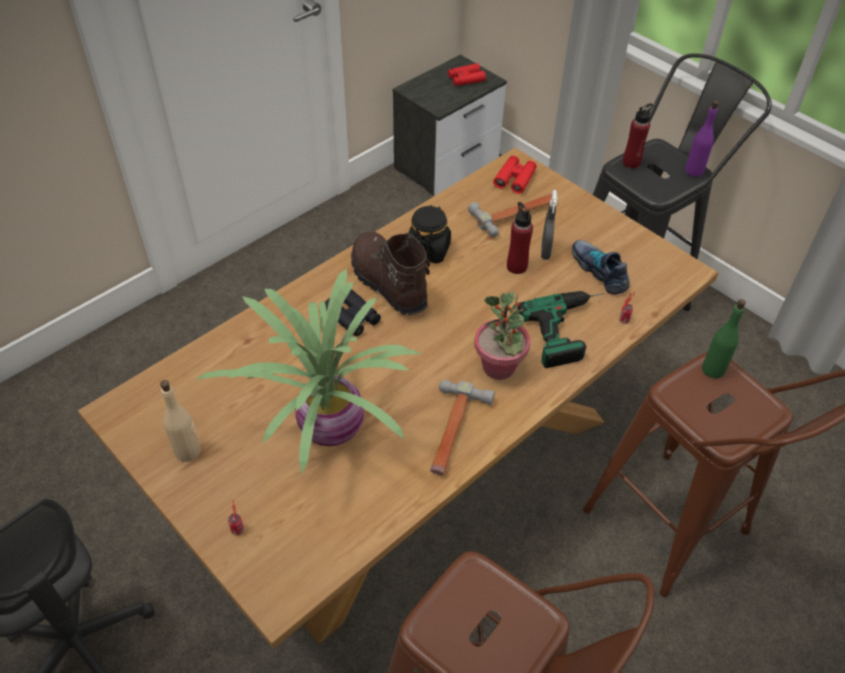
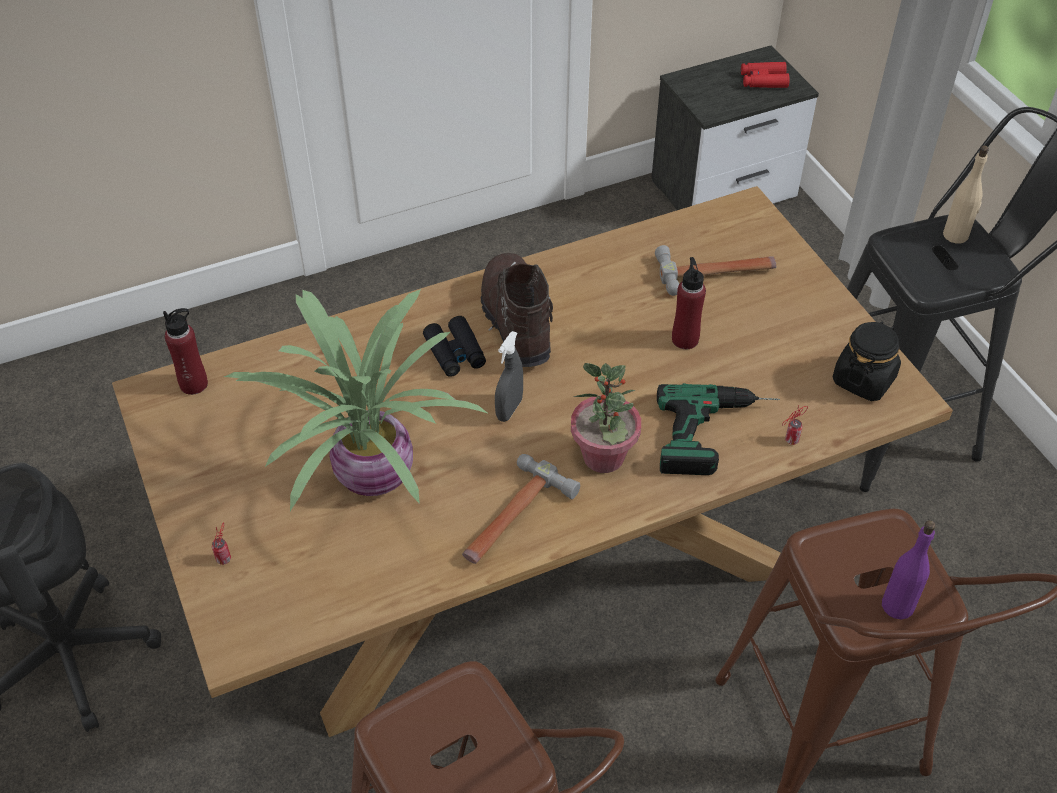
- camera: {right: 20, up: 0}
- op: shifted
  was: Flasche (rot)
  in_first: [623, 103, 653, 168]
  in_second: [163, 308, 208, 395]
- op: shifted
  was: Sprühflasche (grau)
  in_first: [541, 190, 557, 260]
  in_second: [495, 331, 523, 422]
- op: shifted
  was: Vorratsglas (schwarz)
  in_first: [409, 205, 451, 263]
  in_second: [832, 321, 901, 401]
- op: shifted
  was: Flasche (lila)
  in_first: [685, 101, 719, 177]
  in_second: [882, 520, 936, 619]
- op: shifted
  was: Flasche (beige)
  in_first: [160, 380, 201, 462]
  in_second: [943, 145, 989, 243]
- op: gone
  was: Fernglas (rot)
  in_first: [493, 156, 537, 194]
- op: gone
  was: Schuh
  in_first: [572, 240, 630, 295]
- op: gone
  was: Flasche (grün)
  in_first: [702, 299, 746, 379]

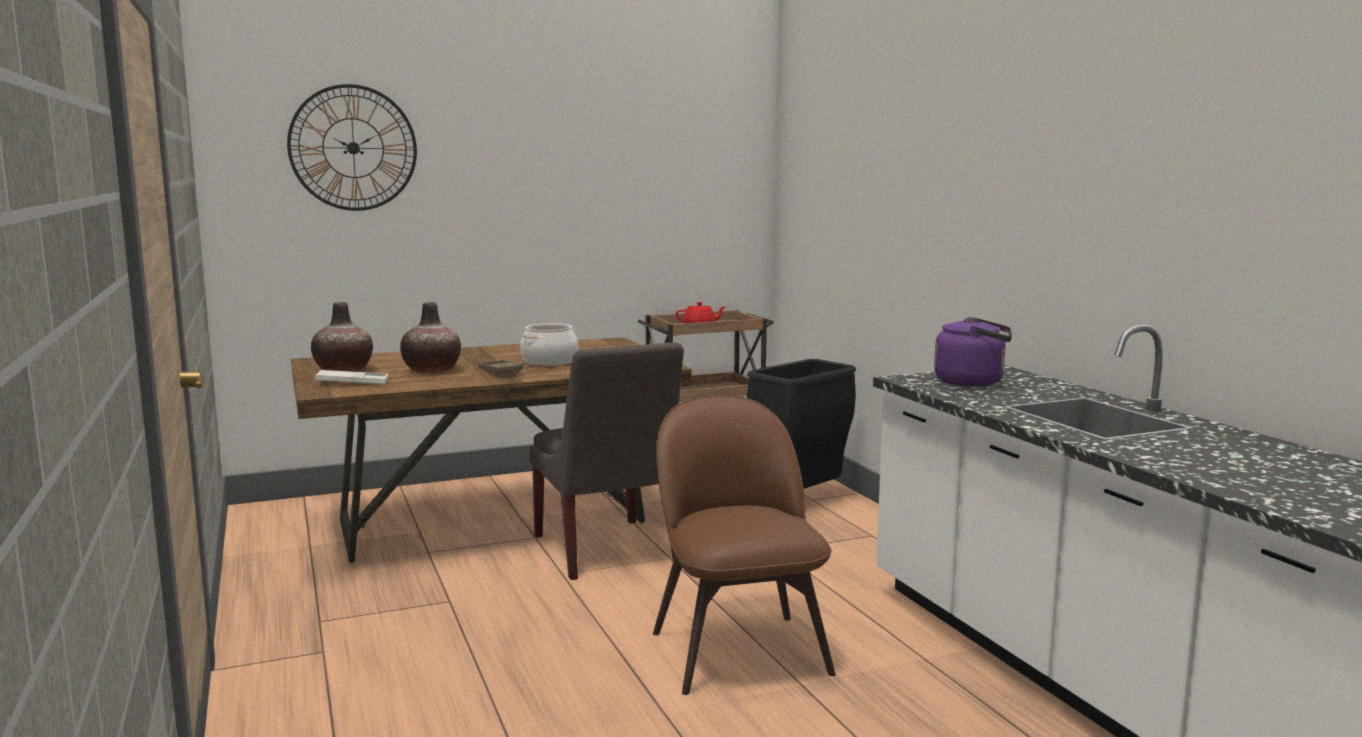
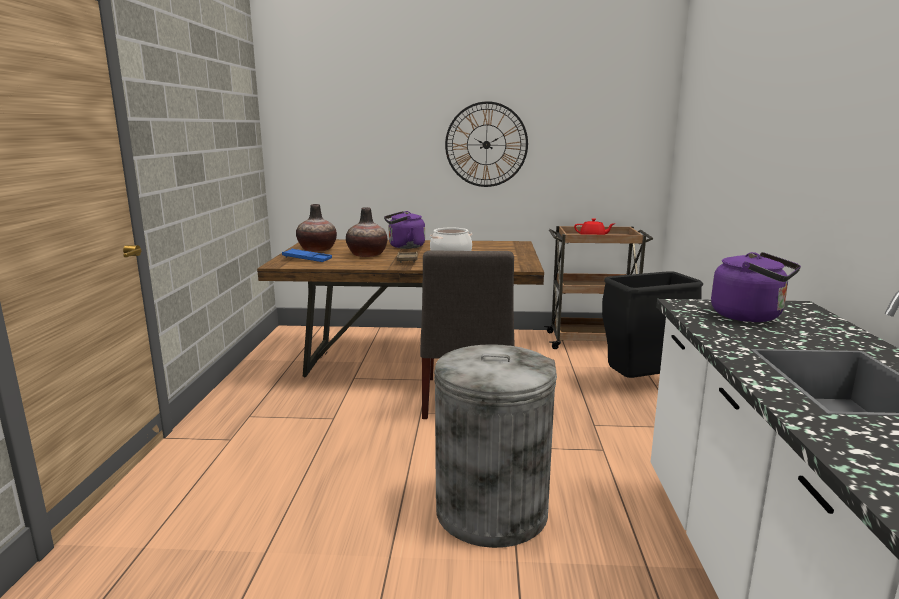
- camera: {right: 25, up: 5}
- op: repainted
  was: Tablett (weiß)
  now: Tablett (blau)
  in_first: [315, 370, 388, 384]
  in_second: [282, 249, 332, 262]
- op: new
  now: Wasserkessel (lila)
  in_second: [384, 211, 425, 249]
- op: swapped
  was: Stuhl (braun)
  now: Mülleimer (grau)
  in_first: [653, 395, 836, 695]
  in_second: [434, 344, 557, 548]
- op: shifted
  was: Wanduhr
  in_first: [287, 84, 417, 211]
  in_second: [445, 101, 528, 187]

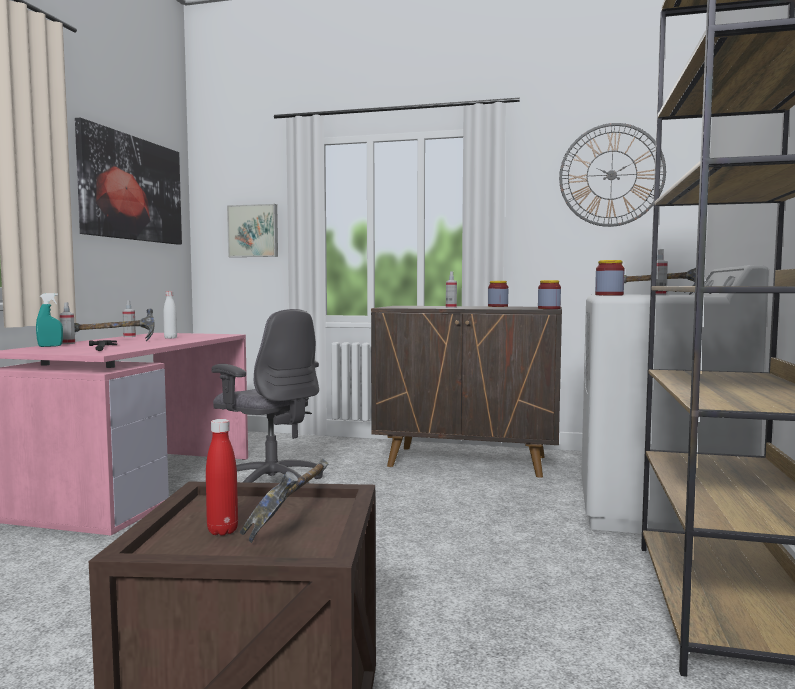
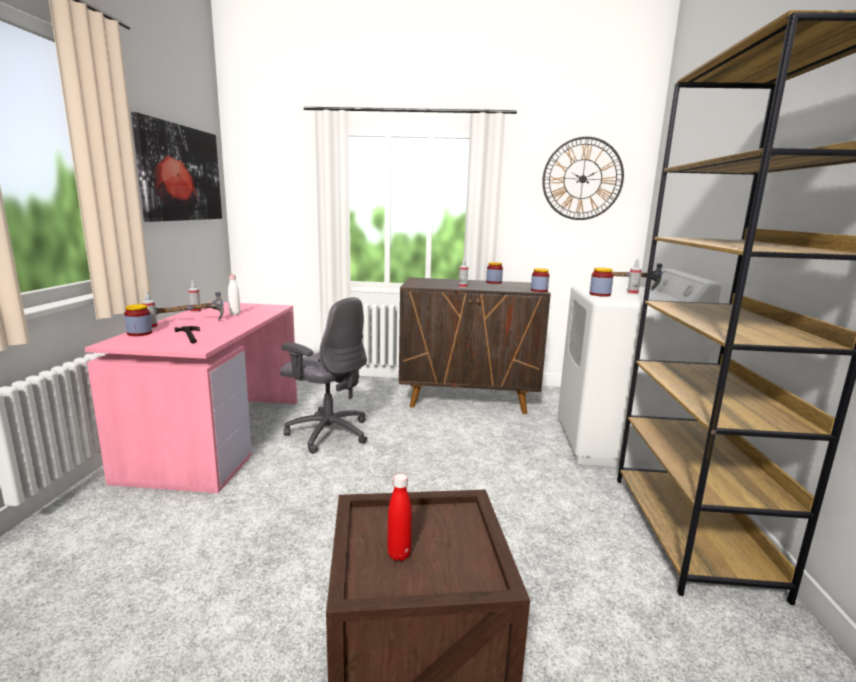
- camera: {right: -10, up: 10}
- op: swapped
  was: Sprühflasche (türkis)
  now: Vorratsglas
  in_first: [36, 293, 63, 347]
  in_second: [124, 304, 152, 336]
- op: gone
  was: Bild
  in_first: [227, 204, 278, 257]
- op: gone
  was: Hammer
  in_first: [240, 459, 328, 543]

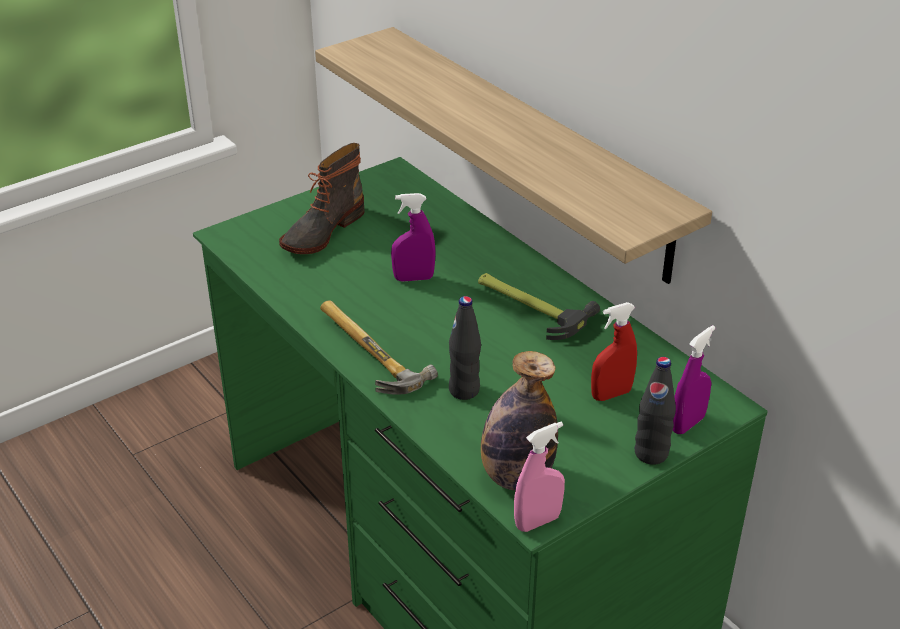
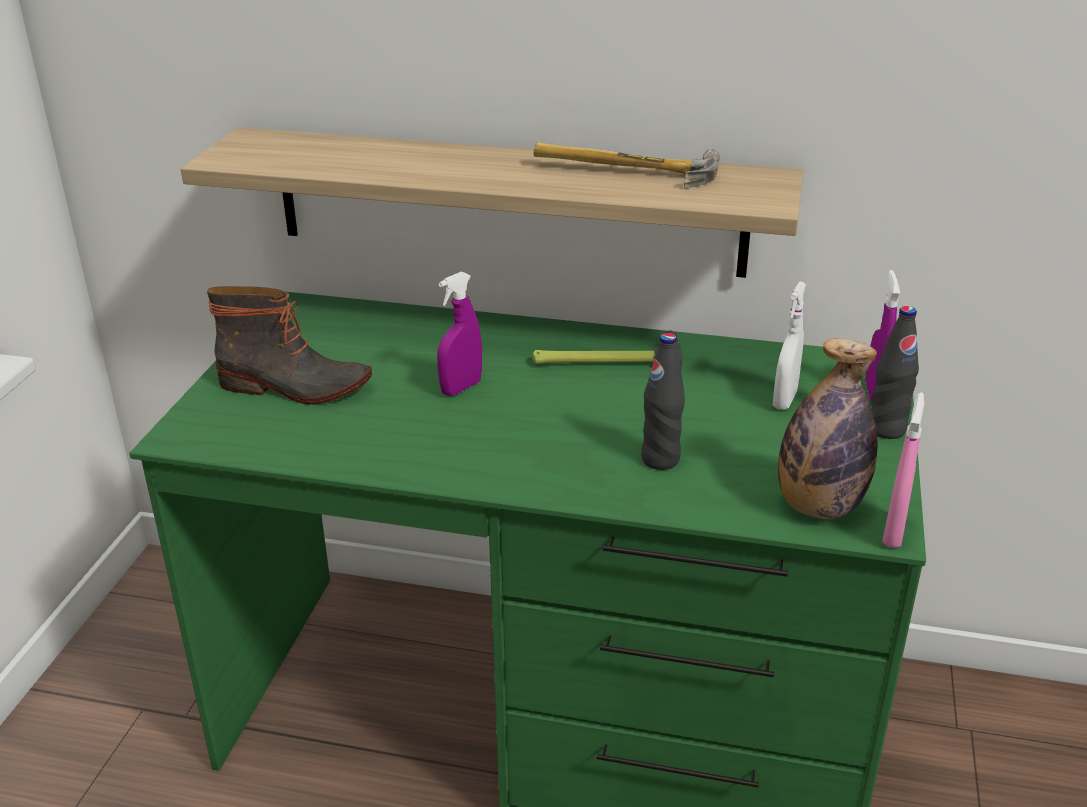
- camera: {right: -40, up: -5}
- op: rotated
  was: Stiefel
  in_first: [279, 143, 365, 254]
  in_second: [207, 286, 372, 405]
  clockwise: -75
- op: shifted
  was: Hammer
  in_first: [320, 300, 438, 395]
  in_second: [534, 142, 720, 189]
- op: repainted
  was: Sprühflasche (rot)
  now: Sprühflasche (weiß)
  in_first: [591, 302, 637, 401]
  in_second: [773, 281, 806, 410]

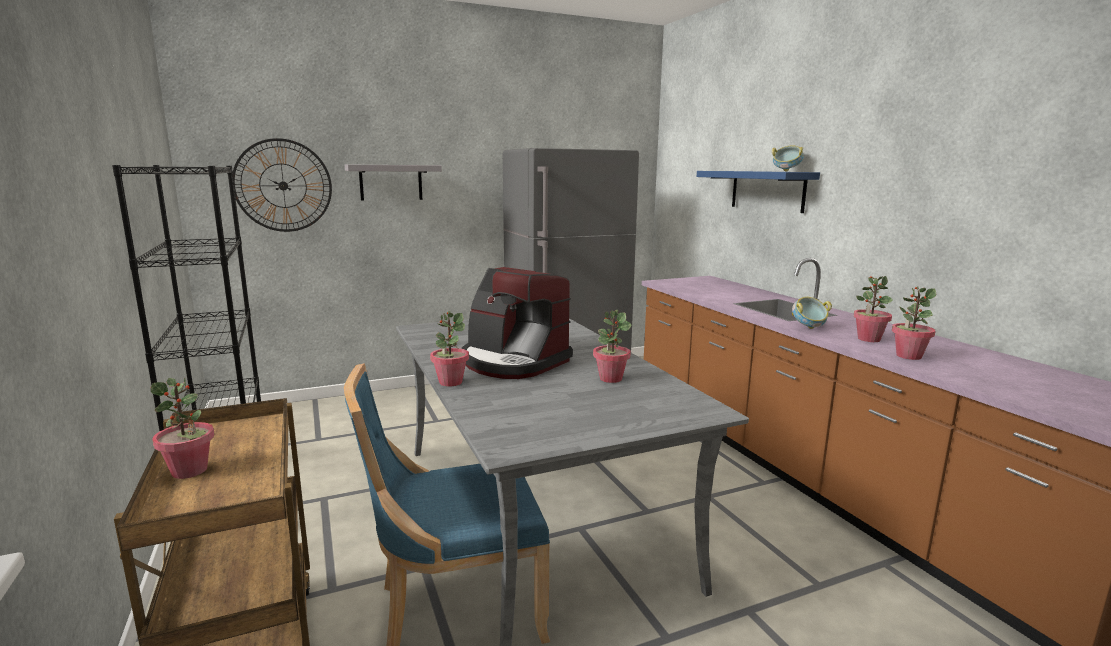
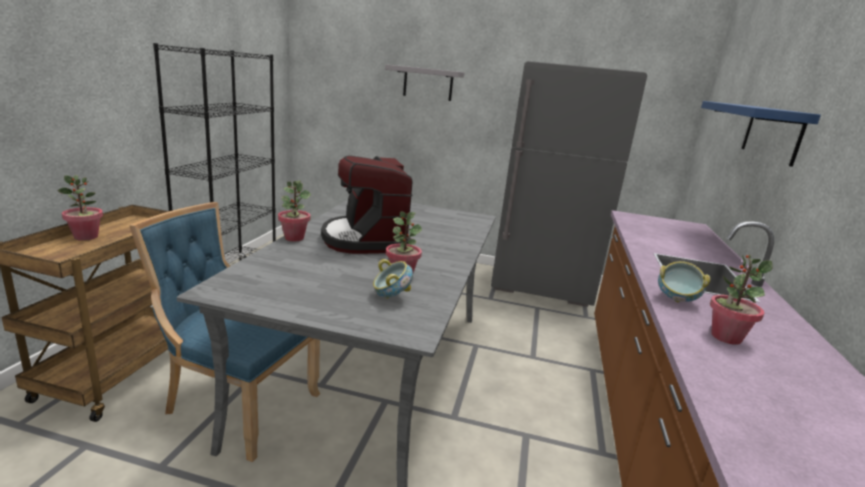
- camera: {right: 35, up: 5}
- op: shifted
  was: Schüssel
  in_first: [772, 145, 804, 172]
  in_second: [373, 259, 413, 299]
- op: gone
  was: Wanduhr
  in_first: [233, 138, 332, 232]
- op: gone
  was: Topfpflanze
  in_first: [892, 286, 936, 360]

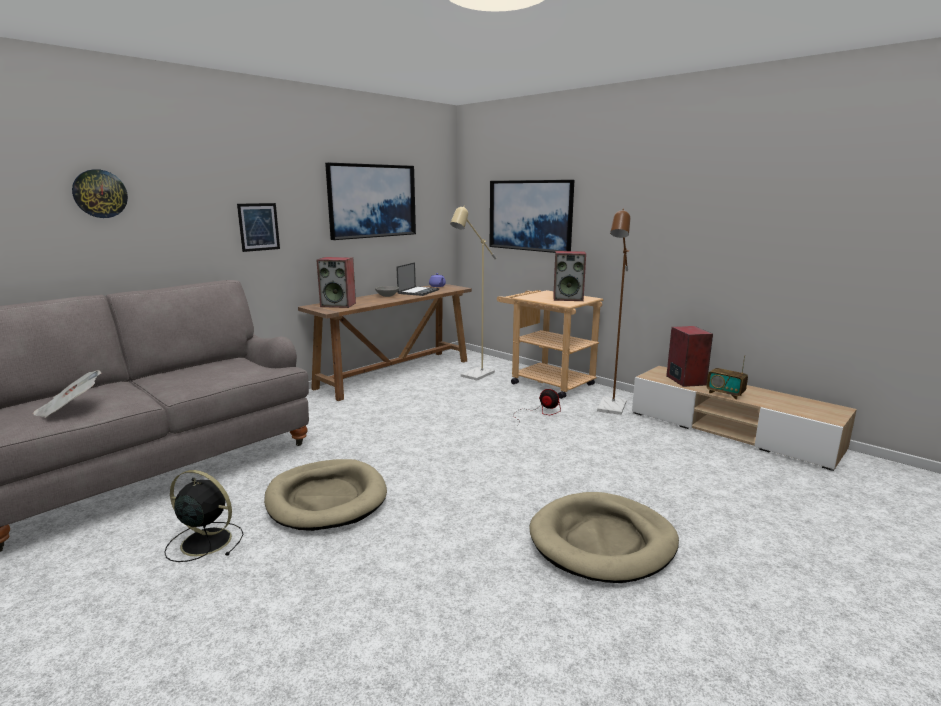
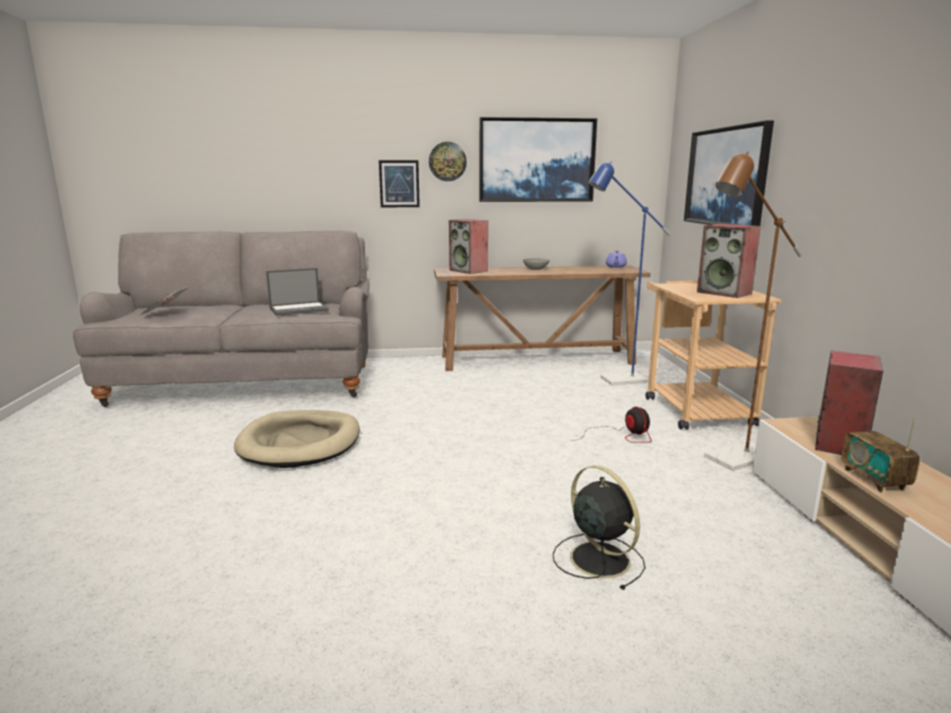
- camera: {right: 40, up: 0}
- op: shifted
  was: Laptop
  in_first: [396, 262, 439, 296]
  in_second: [266, 268, 329, 316]
- op: shifted
  was: Wanduhr
  in_first: [72, 169, 128, 218]
  in_second: [429, 142, 467, 181]
- op: shifted
  was: Ventilator (schwarz)
  in_first: [164, 470, 243, 562]
  in_second: [553, 466, 646, 590]
- op: repainted
  was: Stehlampe (beige)
  now: Stehlampe (blau)
  in_first: [450, 205, 496, 380]
  in_second: [589, 161, 671, 385]
- op: gone
  was: Hundebett (beige)
  in_first: [529, 492, 679, 583]

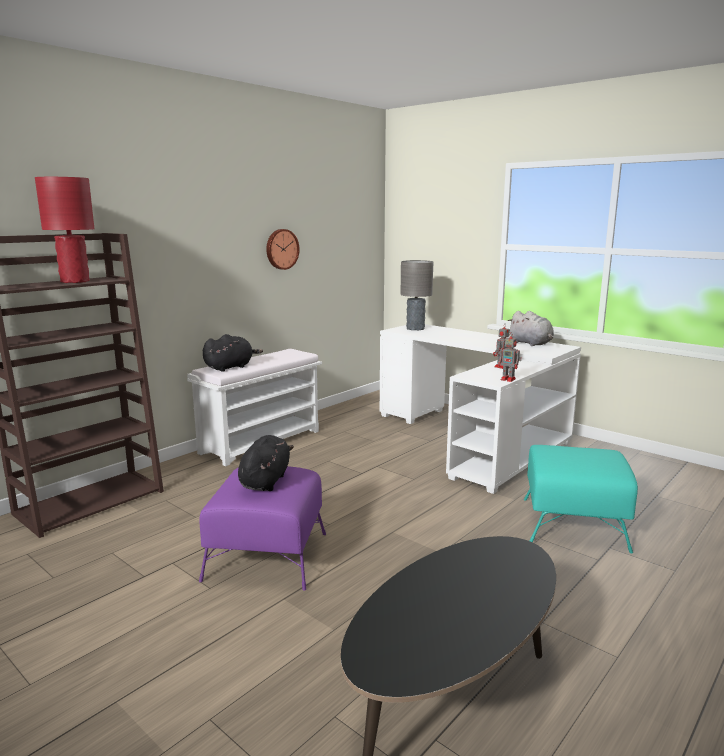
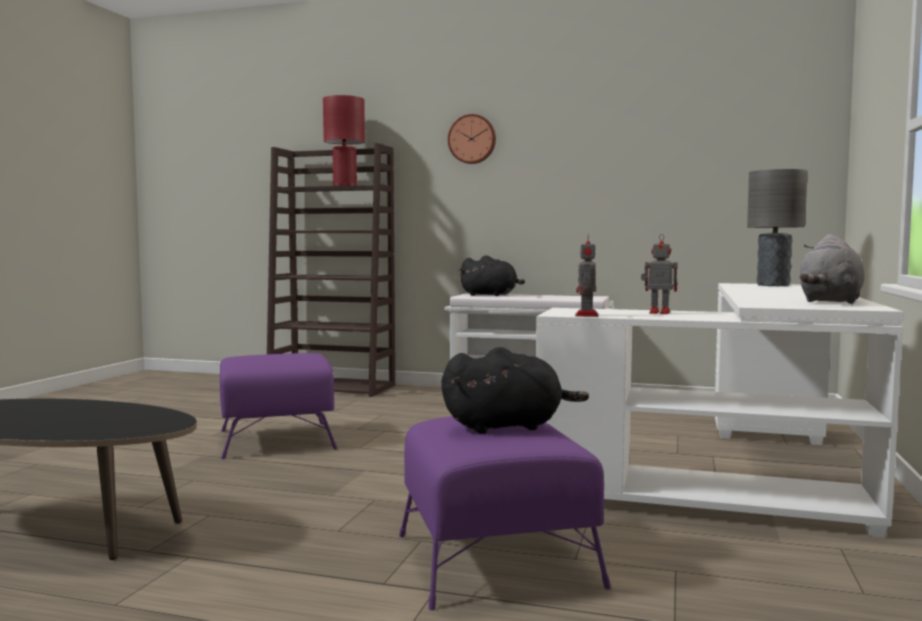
- camera: {right: 65, up: -10}
- op: repainted
  was: Polsterhocker (türkis)
  now: Polsterhocker (lila)
  in_first: [524, 445, 638, 553]
  in_second: [399, 416, 611, 610]
- op: shifted
  was: Plüschtier (schwarz)
  in_first: [238, 435, 294, 491]
  in_second: [442, 347, 589, 434]
- op: shifted
  was: Wanduhr
  in_first: [266, 229, 300, 270]
  in_second: [448, 114, 496, 164]

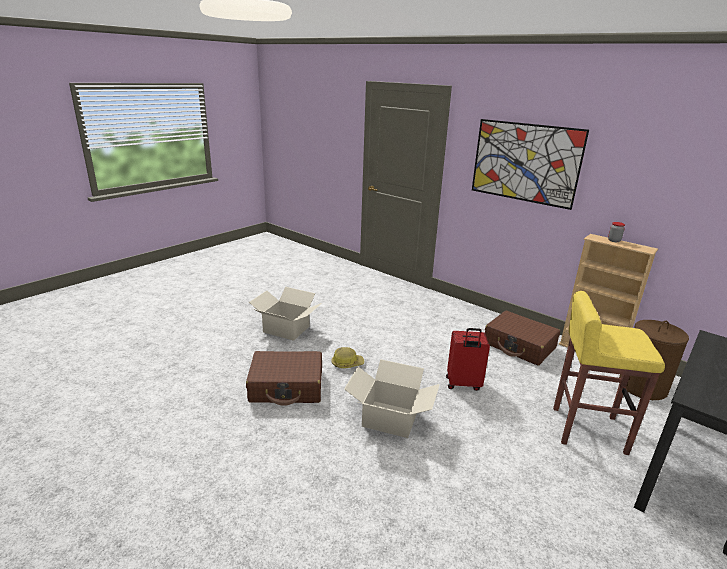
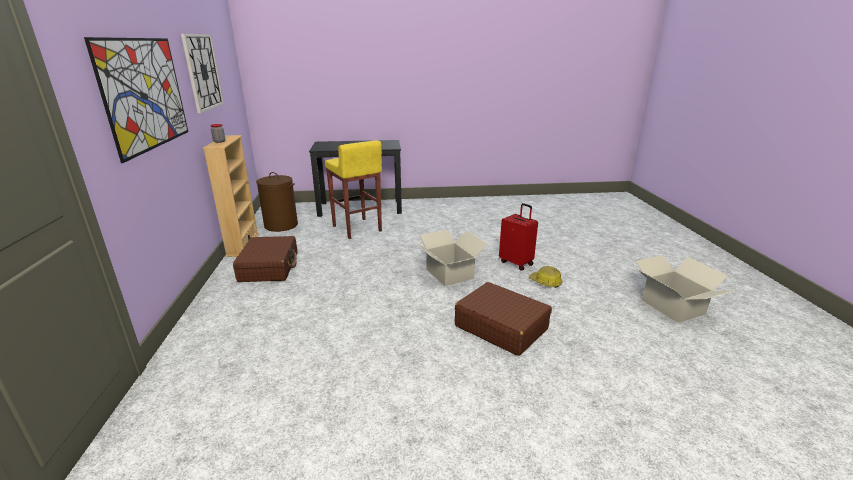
- camera: {right: -135, up: 0}
- op: new
  now: Wanduhr
  in_second: [181, 33, 224, 113]
- op: shifted
  was: Koffer (rot)
  in_first: [446, 328, 490, 391]
  in_second: [499, 203, 538, 271]
- op: shifted
  was: Schutzhelm
  in_first: [331, 347, 364, 368]
  in_second: [529, 266, 562, 288]
- op: shifted
  was: Karton
  in_first: [249, 287, 322, 341]
  in_second: [635, 255, 735, 323]

